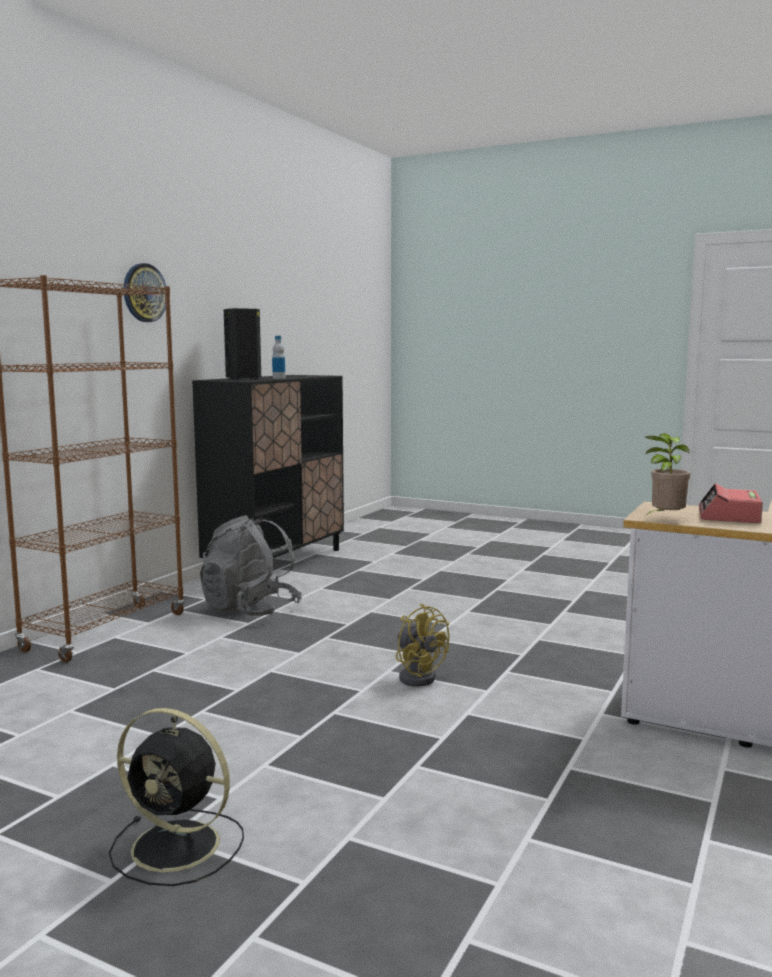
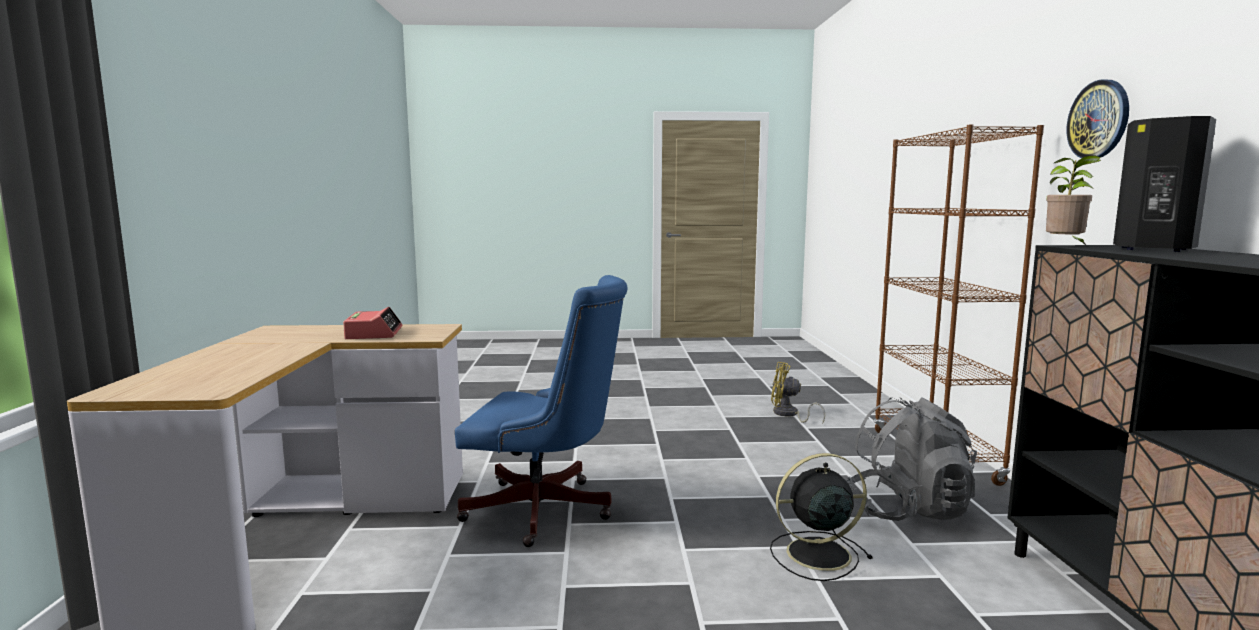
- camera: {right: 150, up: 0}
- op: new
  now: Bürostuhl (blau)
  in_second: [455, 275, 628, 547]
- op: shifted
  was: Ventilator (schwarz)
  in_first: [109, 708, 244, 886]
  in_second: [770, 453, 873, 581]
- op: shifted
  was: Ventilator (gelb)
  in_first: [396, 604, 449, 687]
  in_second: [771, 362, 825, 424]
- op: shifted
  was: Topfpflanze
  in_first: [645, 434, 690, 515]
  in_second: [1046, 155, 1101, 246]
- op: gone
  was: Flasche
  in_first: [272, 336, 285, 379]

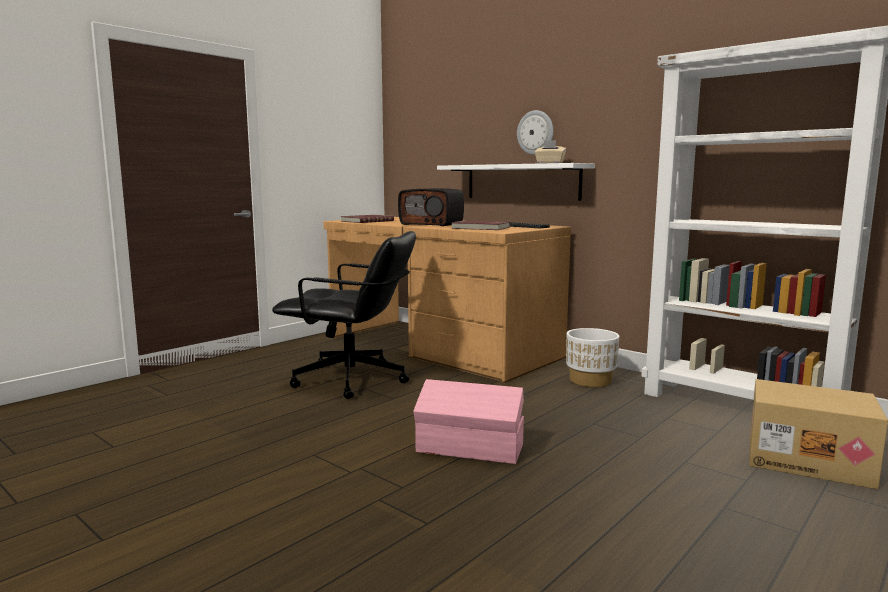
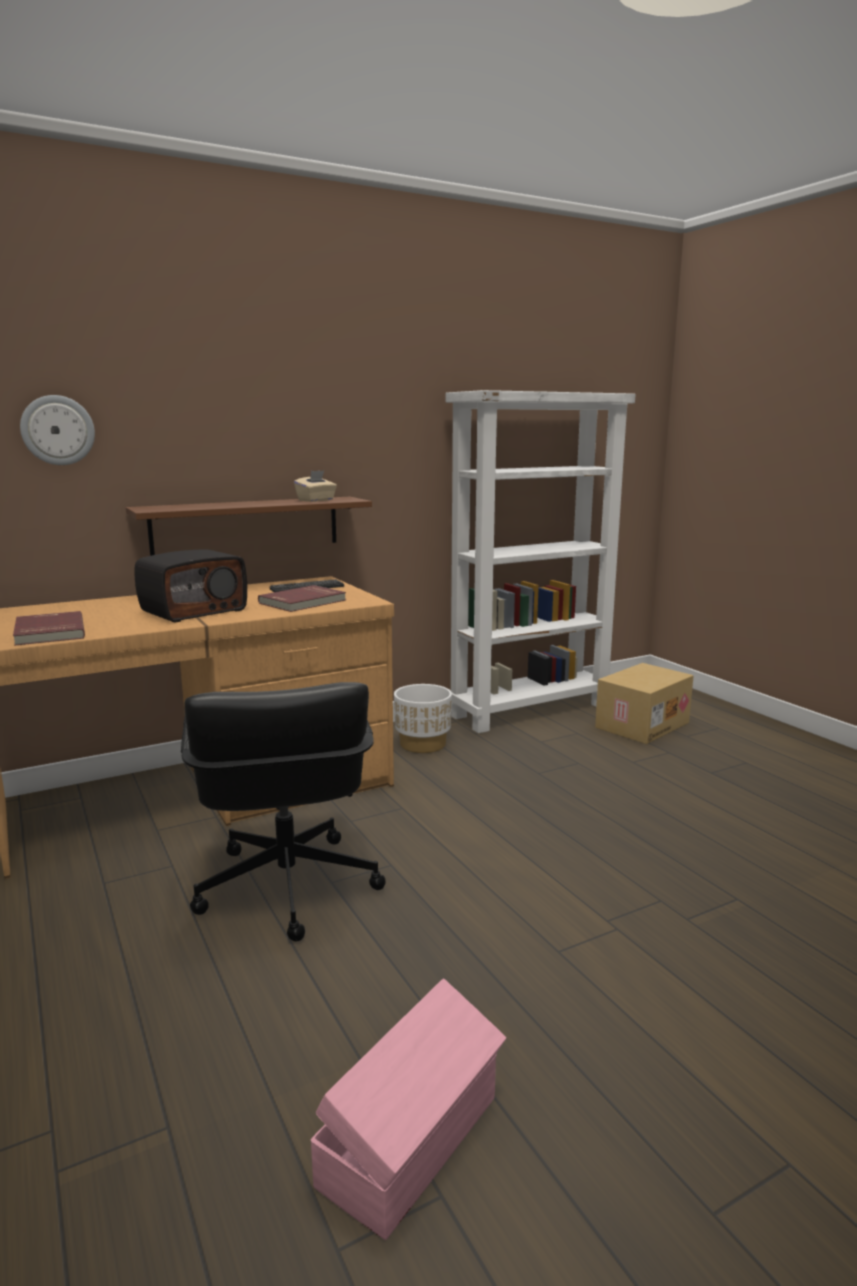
- camera: {right: -70, up: 5}
- op: shifted
  was: Wanduhr
  in_first: [517, 110, 553, 155]
  in_second: [20, 395, 95, 465]
- op: repainted
  was: Wandregal (weiß)
  now: Wandregal (braun)
  in_first: [437, 163, 595, 201]
  in_second: [126, 497, 372, 556]
- op: rotated
  was: Bürostuhl (schwarz)
  in_first: [272, 231, 416, 399]
  in_second: [181, 682, 386, 942]
  clockwise: 135
- op: shifted
  was: Aufbewahrungsbox (rosa)
  in_first: [413, 379, 524, 464]
  in_second: [311, 978, 506, 1240]

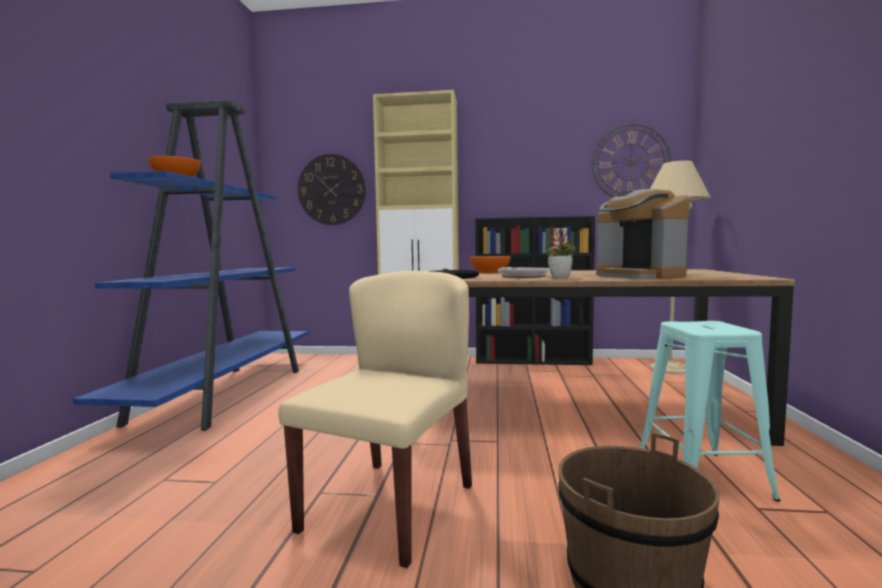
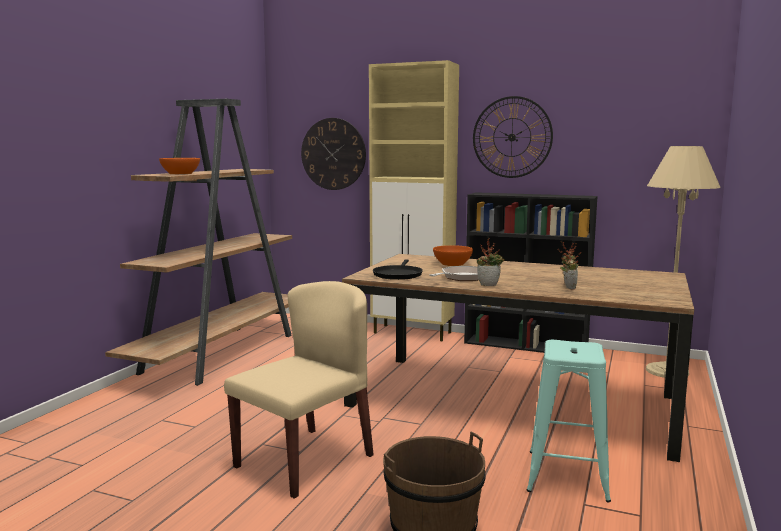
- camera: {right: 15, up: 5}
- op: repainted
  was: Bücherregal (blau)
  now: Bücherregal (braun)
  in_first: [72, 100, 309, 431]
  in_second: [105, 99, 292, 386]
- op: shifted
  was: Wanduhr
  in_first: [591, 123, 671, 197]
  in_second: [473, 96, 553, 178]
- op: swapped
  was: Kaffeemaschine
  now: Topfpflanze
  in_first: [596, 189, 690, 279]
  in_second: [557, 241, 582, 289]

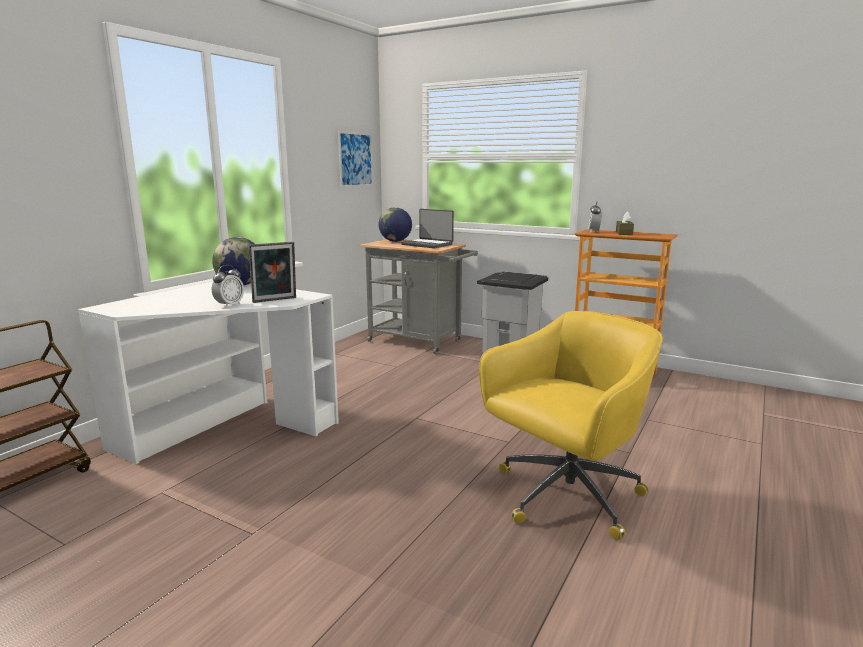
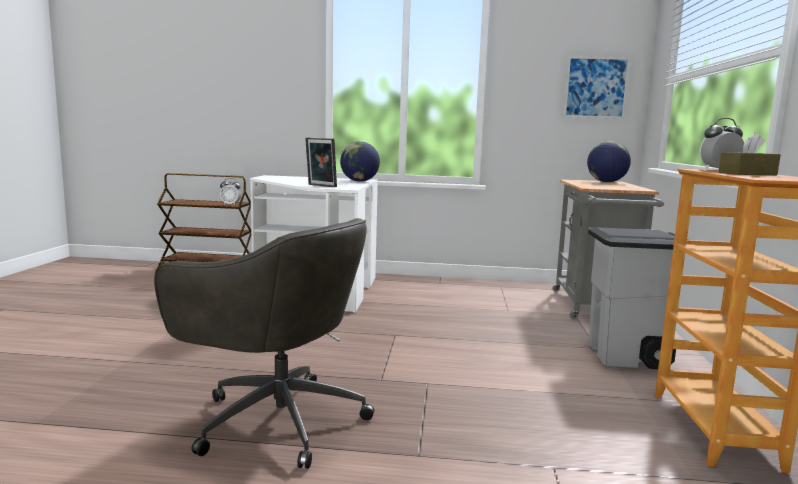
- camera: {right: 65, up: -5}
- op: repainted
  was: Bürostuhl (gelb)
  now: Bürostuhl (grau)
  in_first: [479, 311, 663, 540]
  in_second: [154, 218, 374, 469]
- op: shifted
  was: Wecker
  in_first: [212, 265, 244, 308]
  in_second: [220, 178, 241, 205]
- op: gone
  was: Laptop
  in_first: [401, 209, 454, 248]

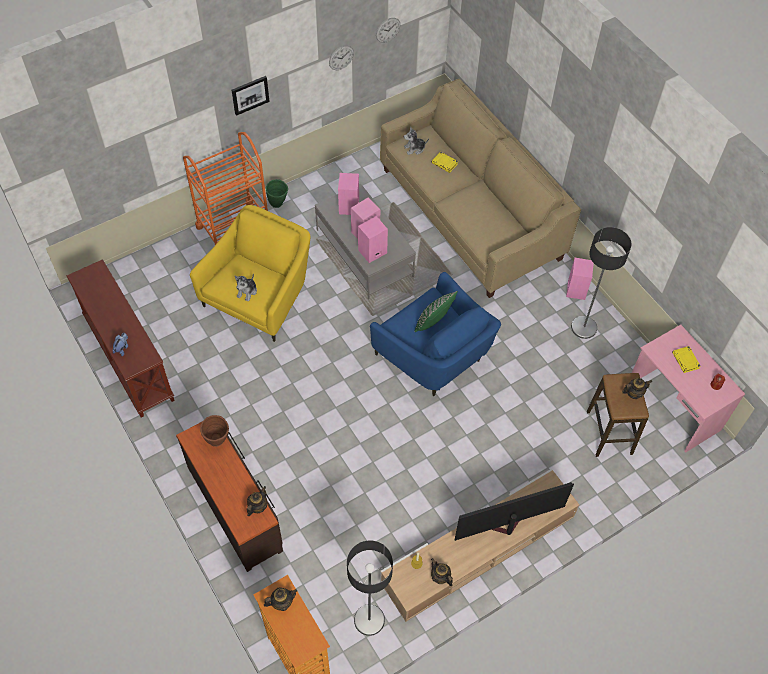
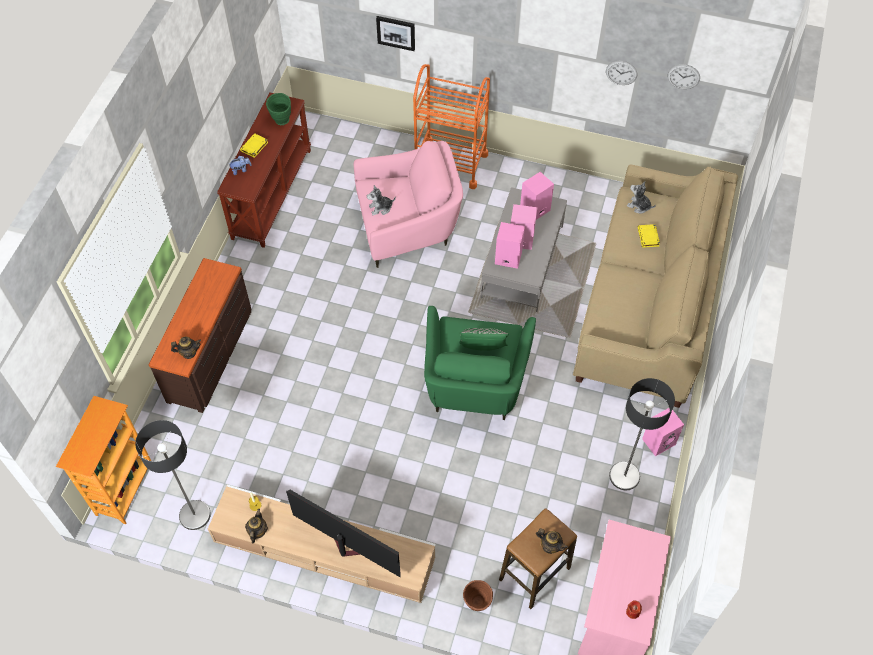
- camera: {right: 50, up: 0}
- op: shifted
  was: Buch (gelb)
  in_first: [672, 346, 701, 373]
  in_second: [240, 133, 268, 158]
- op: shifted
  was: Vase (grün)
  in_first: [266, 179, 288, 208]
  in_second: [266, 93, 291, 125]
- op: repainted
  was: Sessel (gelb)
  now: Sessel (rosa)
  in_first: [190, 205, 310, 342]
  in_second: [354, 141, 463, 268]
- op: shifted
  was: Bild
  in_first: [232, 76, 270, 116]
  in_second: [376, 16, 415, 51]
- op: repainted
  was: Sessel (blau)
  now: Sessel (grün)
  in_first: [370, 272, 501, 396]
  in_second: [424, 306, 536, 420]
- op: shifted
  was: Vase (braun)
  in_first: [200, 415, 229, 447]
  in_second: [463, 580, 493, 611]
- op: gone
  was: Teekanne
  in_first: [264, 588, 297, 611]

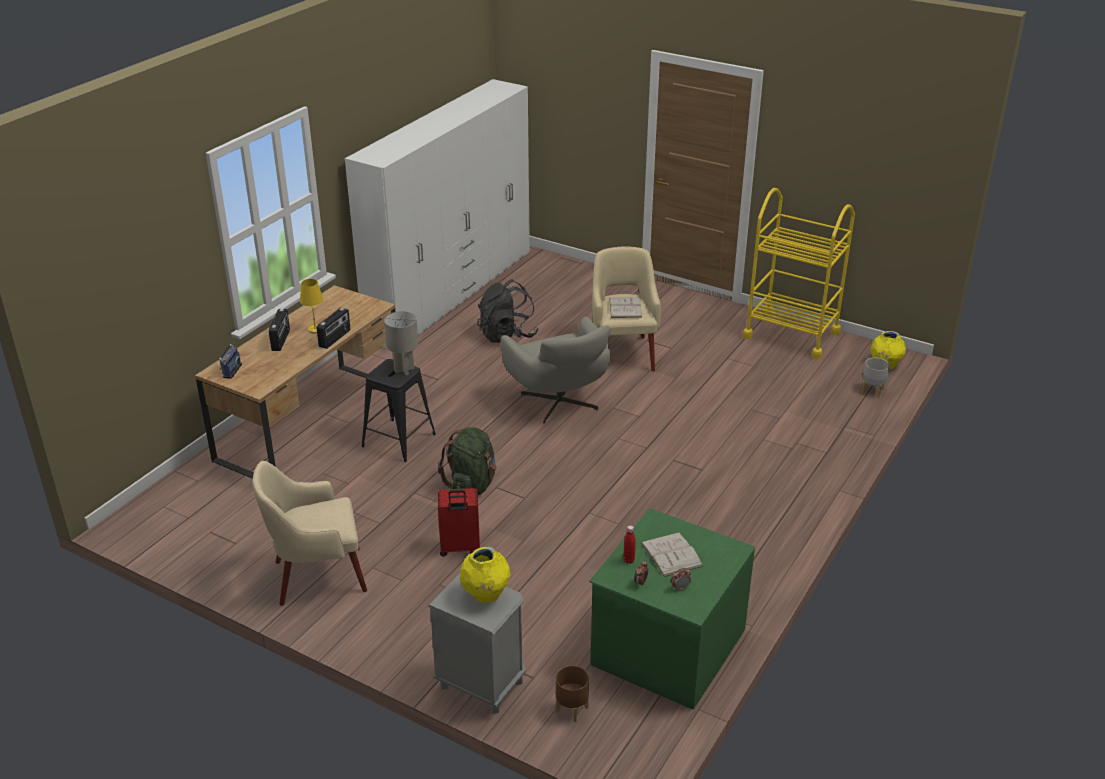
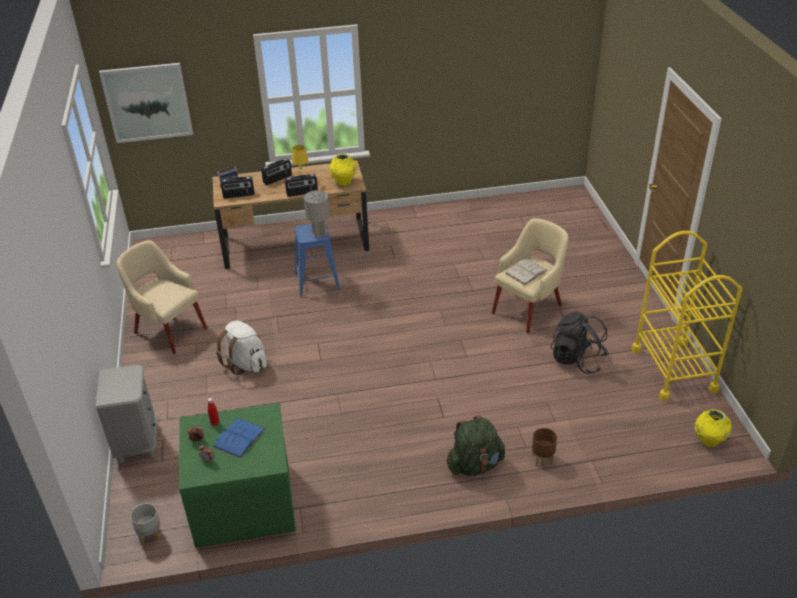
- camera: {right: 50, up: 5}
- op: new
  now: Bild
  in_second: [99, 63, 193, 143]
- op: shifted
  was: Pflanzkübel (grau)
  in_first: [862, 358, 890, 398]
  in_second: [130, 503, 160, 545]
- op: repainted
  was: Buch (weiß)
  now: Buch (blau)
  in_first: [641, 532, 703, 577]
  in_second: [212, 418, 265, 459]
- op: swapped
  was: Koffer (rot)
  now: Rucksack (weiß)
  in_first: [438, 488, 480, 556]
  in_second: [216, 320, 267, 375]
- op: new
  now: Radio
  in_second: [221, 176, 254, 198]
- op: repainted
  was: Hocker (schwarz)
  now: Hocker (blau)
  in_first: [361, 359, 436, 462]
  in_second: [295, 224, 340, 297]
- op: shifted
  was: Vase (gelb)
  in_first: [460, 547, 510, 603]
  in_second: [329, 154, 357, 186]
- op: shifted
  was: Rucksack (grün)
  in_first: [438, 427, 497, 495]
  in_second: [447, 415, 505, 476]
- op: shifted
  was: Pflanzkübel (braun)
  in_first: [556, 665, 589, 722]
  in_second: [532, 428, 557, 466]
- op: shifted
  was: Rucksack (schwarz)
  in_first: [477, 279, 539, 343]
  in_second: [551, 311, 609, 374]
- op: gone
  was: Kleiderschrank (weiß)
  in_first: [345, 79, 530, 348]
- op: gone
  was: Sessel (grau)
  in_first: [501, 317, 611, 424]

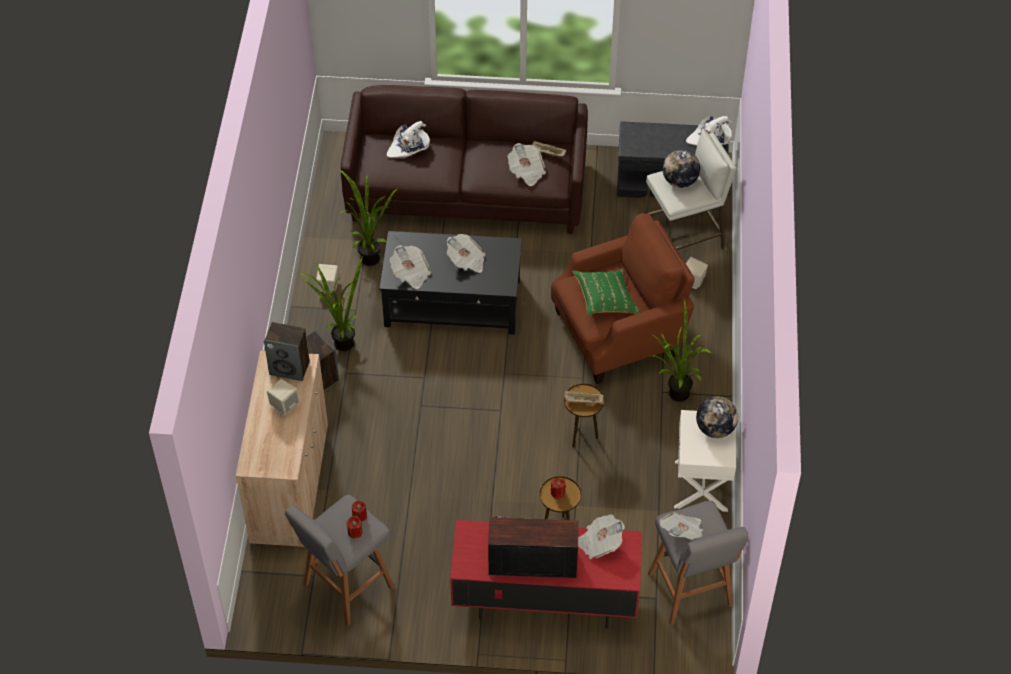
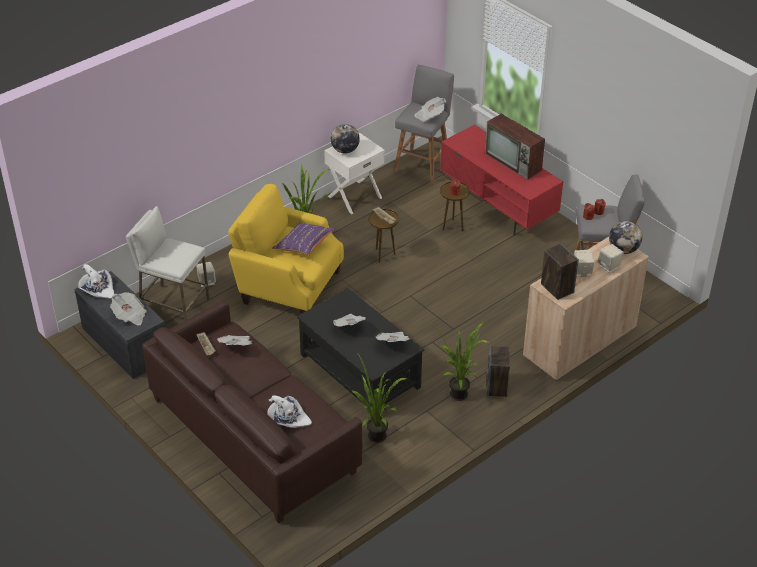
- camera: {right: -135, up: -10}
- op: shifted
  was: Zeitung
  in_first: [578, 514, 625, 559]
  in_second: [110, 292, 147, 326]
- op: repainted
  was: Sessel (braun)
  now: Sessel (gelb)
  in_first: [551, 213, 695, 384]
  in_second: [228, 184, 344, 314]
- op: repainted
  was: Kissen (grün)
  now: Kissen (lila)
  in_first: [572, 269, 641, 315]
  in_second: [272, 222, 335, 254]
- op: shifted
  was: Lautsprecher (beige)
  in_first: [316, 264, 339, 294]
  in_second: [597, 244, 624, 273]
- op: shifted
  was: Globus
  in_first: [663, 150, 700, 188]
  in_second: [609, 221, 642, 254]

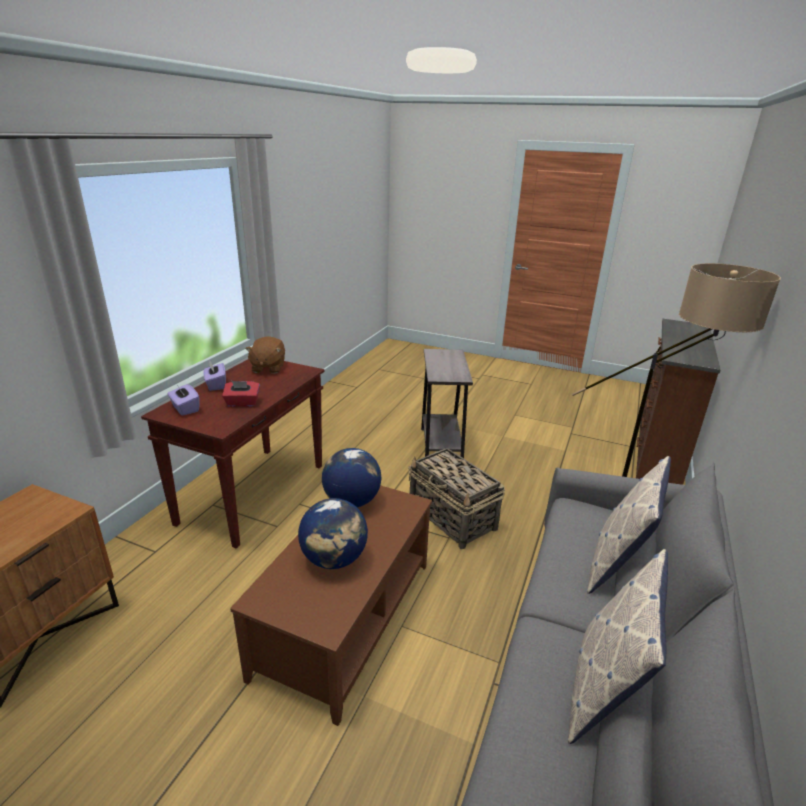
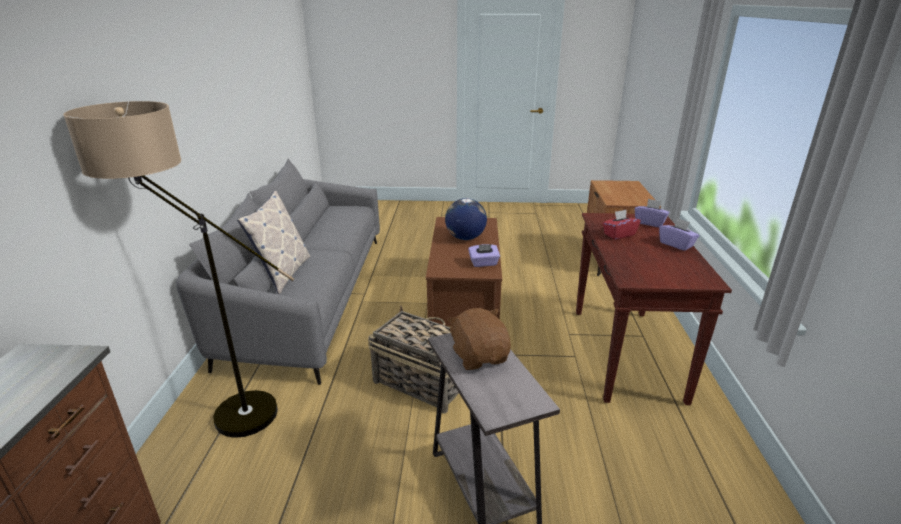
- camera: {right: 160, up: 0}
- op: shifted
  was: Plüschtier (braun)
  in_first: [246, 336, 285, 374]
  in_second: [448, 308, 511, 370]
- op: swapped
  was: Globus
  now: Taschentuchbox (lila)
  in_first: [322, 448, 381, 507]
  in_second: [468, 244, 500, 267]
- op: gone
  was: Kissen
  in_first: [568, 549, 668, 744]

